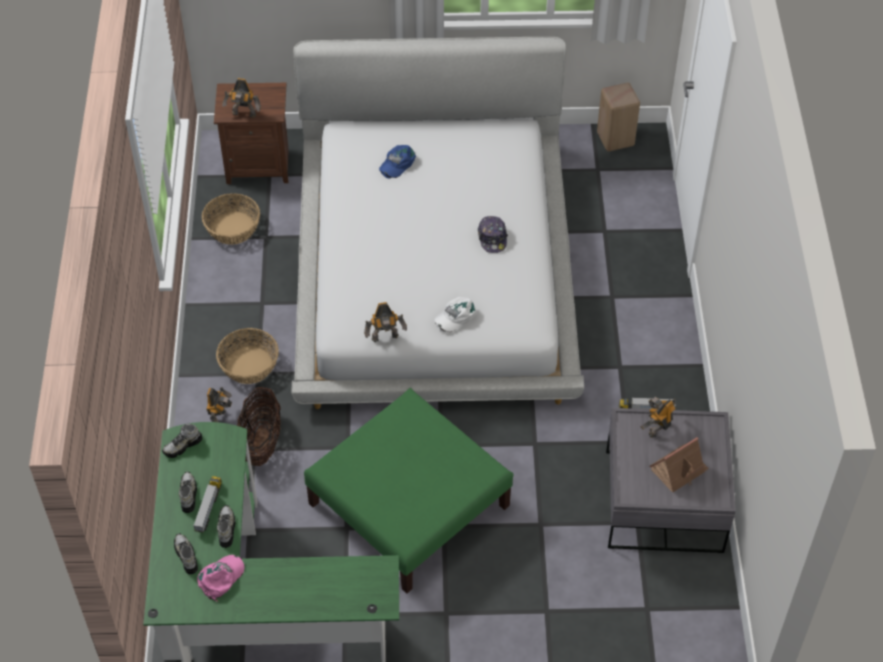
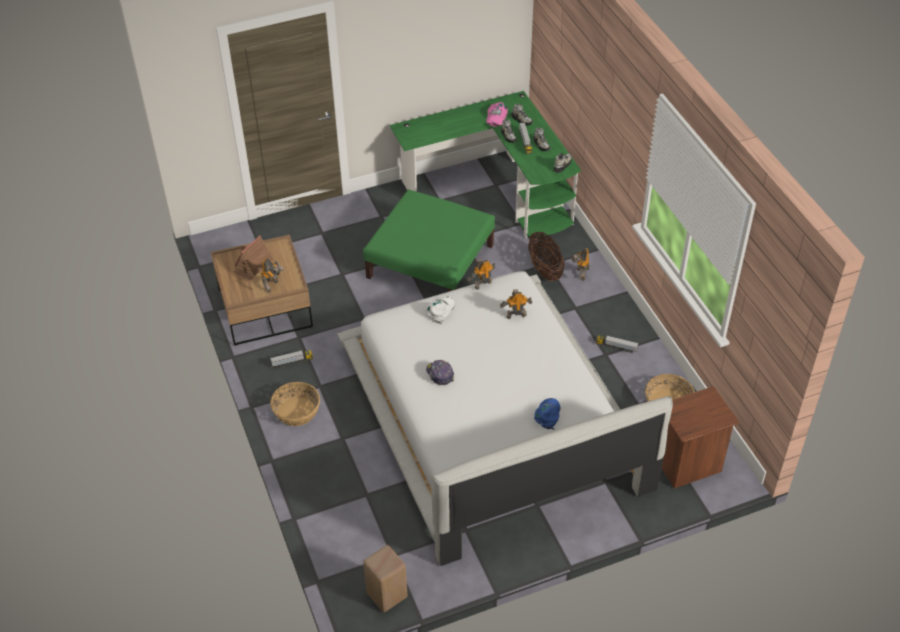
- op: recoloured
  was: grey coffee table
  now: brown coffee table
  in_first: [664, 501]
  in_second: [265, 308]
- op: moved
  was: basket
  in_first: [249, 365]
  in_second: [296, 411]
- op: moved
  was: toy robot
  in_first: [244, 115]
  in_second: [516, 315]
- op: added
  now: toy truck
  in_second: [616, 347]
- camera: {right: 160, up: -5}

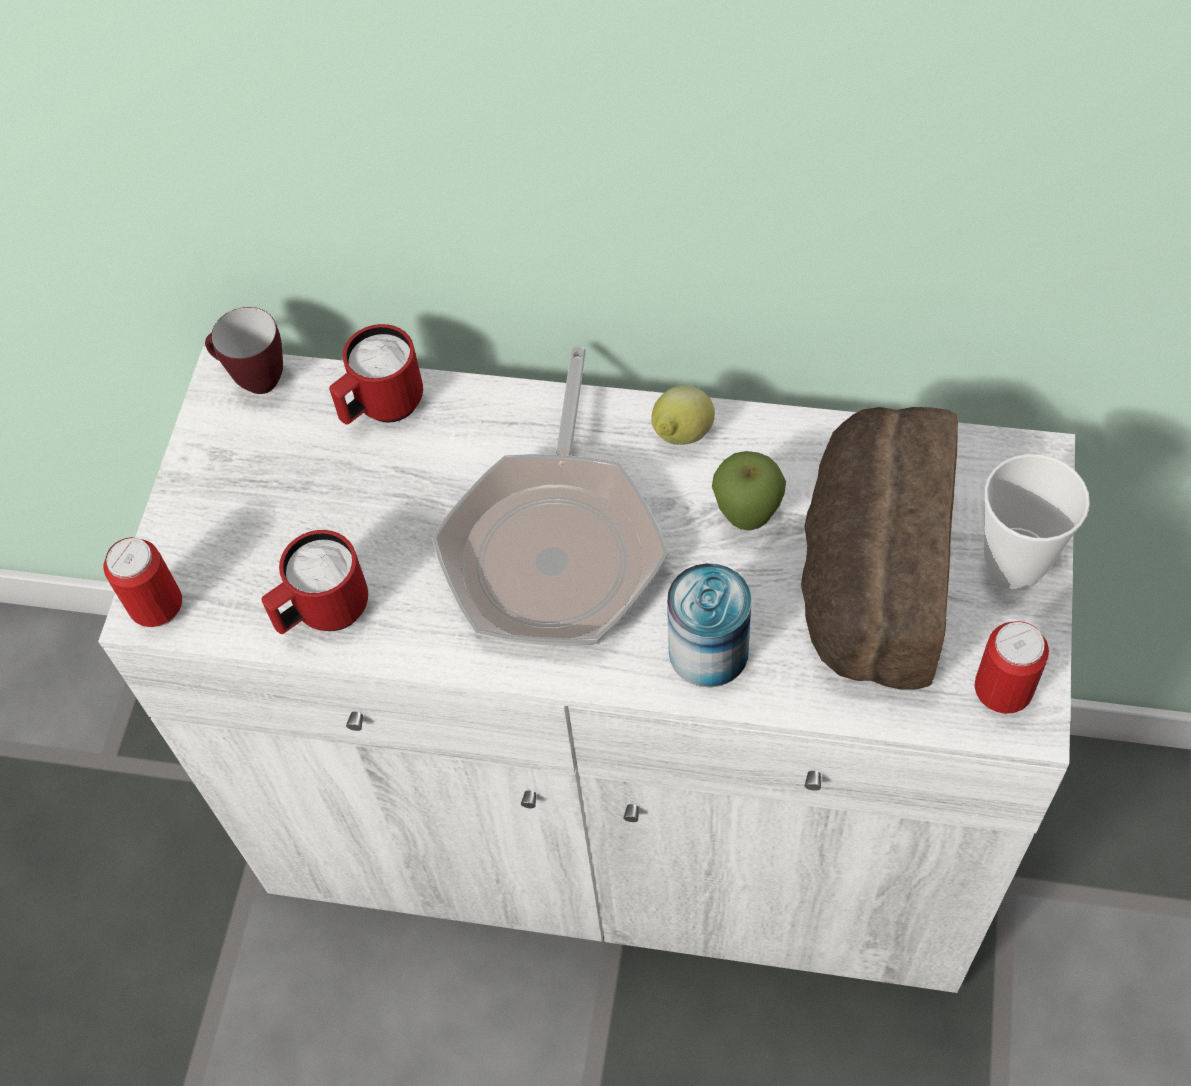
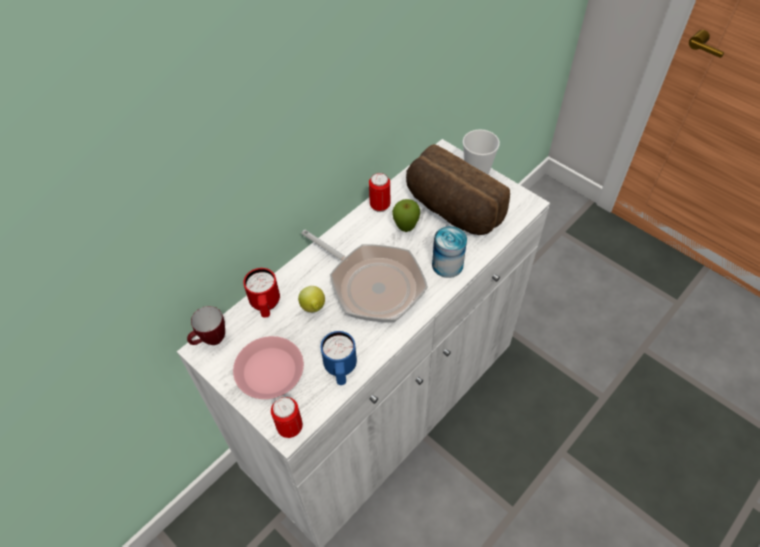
- op: added
  now: pink plate
  in_second: [269, 371]
- op: moved
  was: lemon
  in_first: [681, 437]
  in_second: [313, 308]
- op: recoloured
  was: red mug
  now: blue mug
  in_first: [323, 613]
  in_second: [340, 370]
- op: moved
  was: can
  in_first: [1002, 692]
  in_second: [380, 206]
- camera: {right: -60, up: -5}

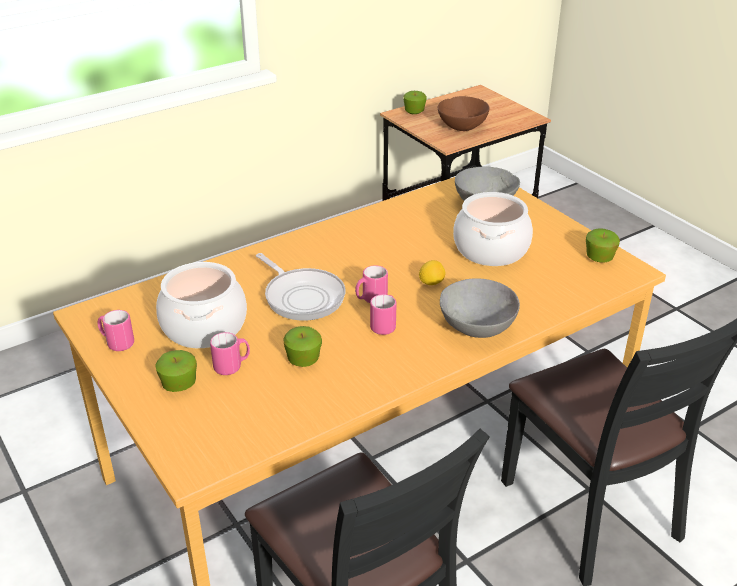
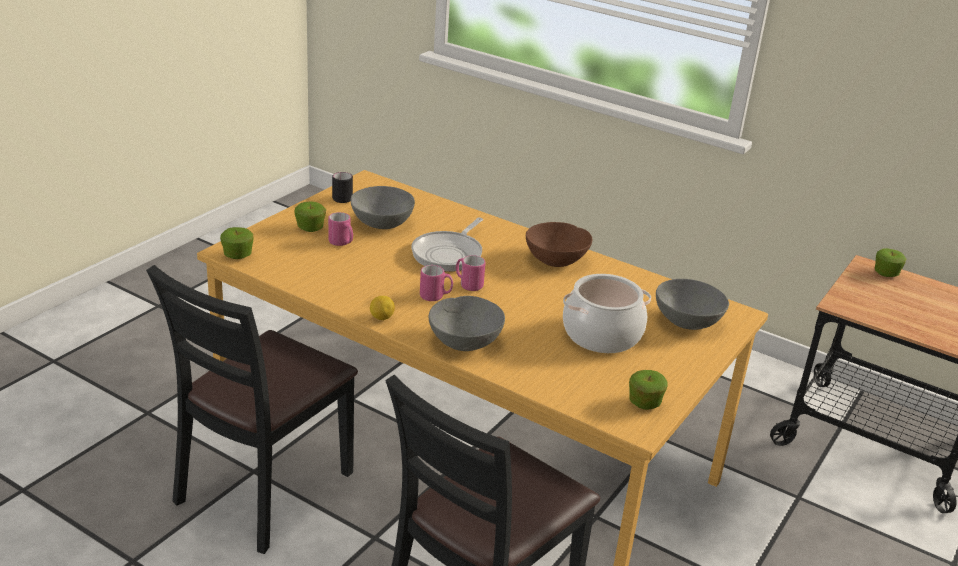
- op: moved
  was: apple
  in_first: [303, 360]
  in_second: [237, 255]
- op: recoloured
  was: pink mug
  now: black mug
  in_first: [117, 343]
  in_second: [342, 197]
- op: replaced
  was: cooking pot
  now: grey bowl
  in_first: [204, 327]
  in_second: [382, 223]
- op: moved
  was: lemon
  in_first: [431, 283]
  in_second: [381, 318]
- op: moved
  was: brown bowl
  in_first: [462, 126]
  in_second: [556, 260]
- camera: {right: 65, up: -5}

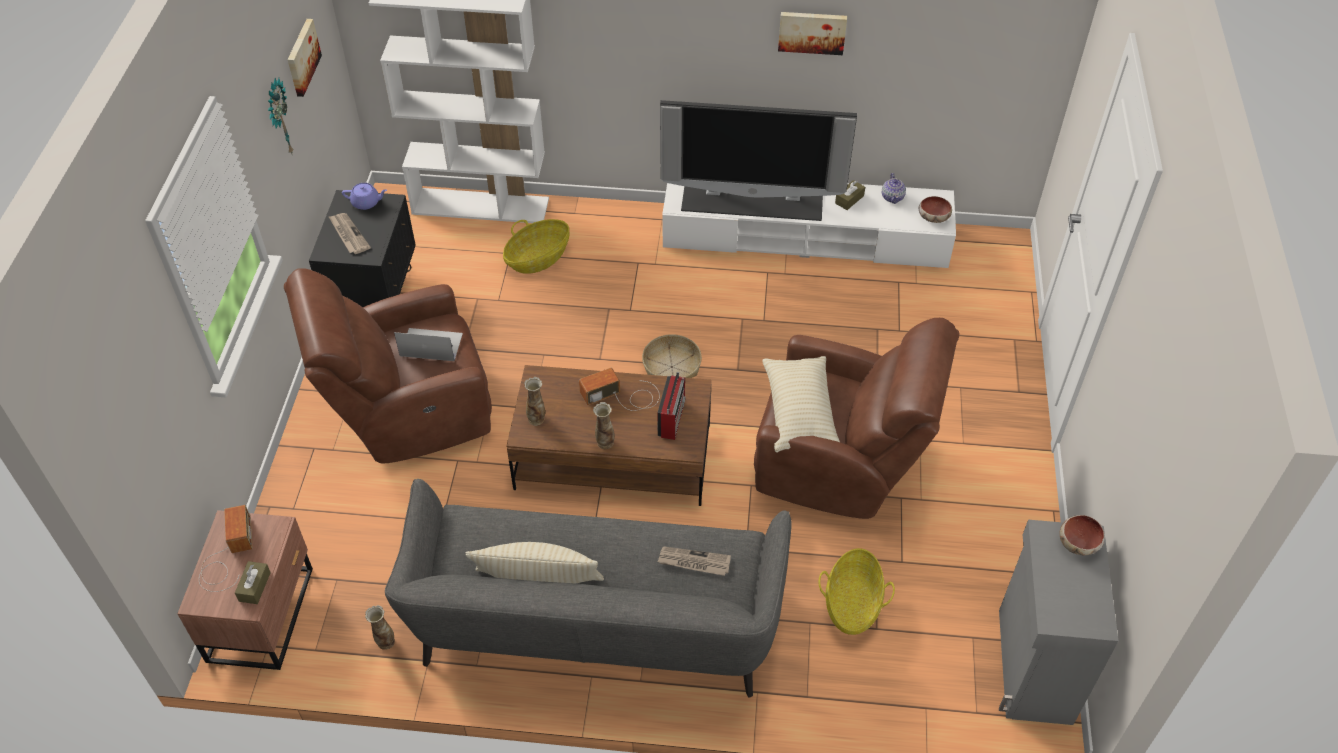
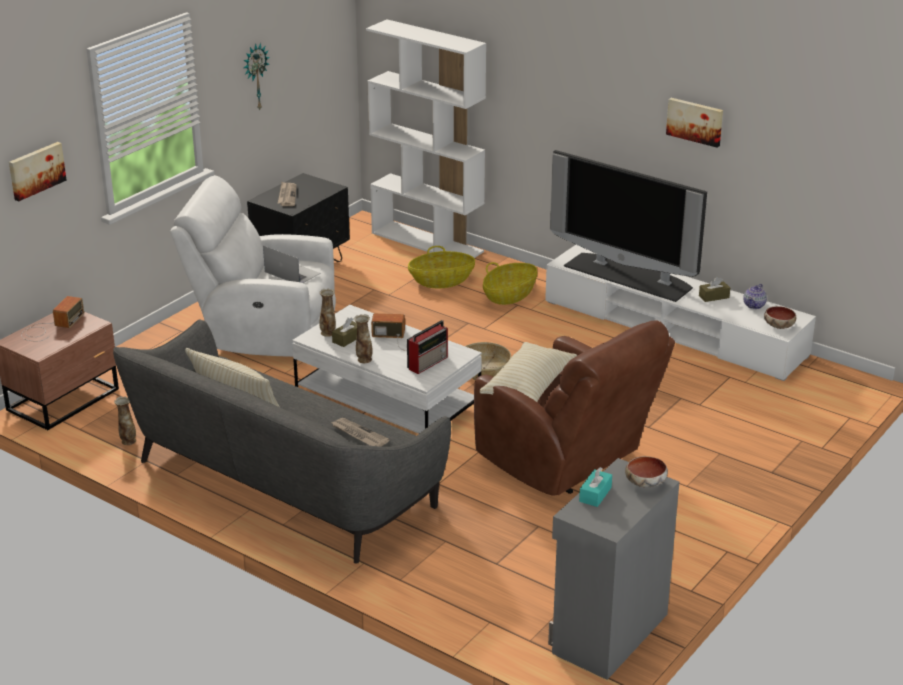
- op: moved
  was: picture
  in_first: [301, 57]
  in_second: [36, 170]
- op: recoloured
  was: brown armchair
  now: white armchair
  in_first: [407, 411]
  in_second: [263, 332]
- op: recoloured
  was: brown coffee table
  now: white coffee table
  in_first: [613, 457]
  in_second: [387, 402]
- op: moved
  was: brown tissue box
  in_first: [254, 586]
  in_second: [347, 339]
- op: moved
  was: basket
  in_first: [852, 604]
  in_second: [509, 295]
- op: added
  now: turquoise tissue box
  in_second: [595, 494]
- op: removed
  was: purple teapot
  in_first: [366, 203]
- camera: {right: 30, up: -20}

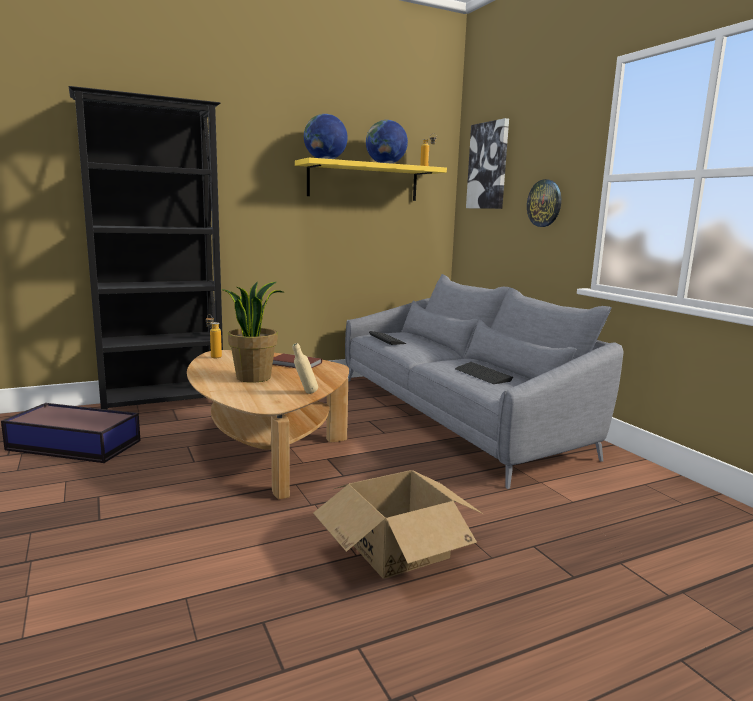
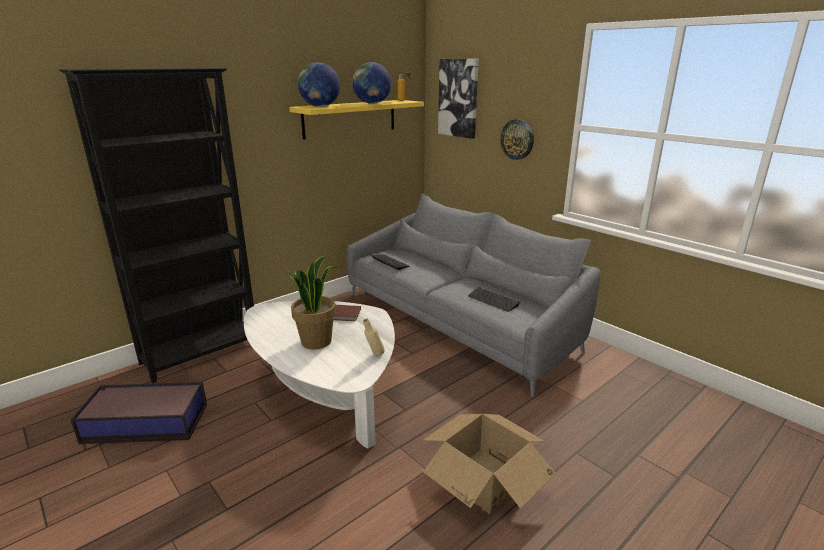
- op: recoloured
  was: brown coffee table
  now: white coffee table
  in_first: [265, 450]
  in_second: [326, 394]
- op: removed
  was: bottle
  in_first: [213, 356]
- camera: {right: -15, up: 10}

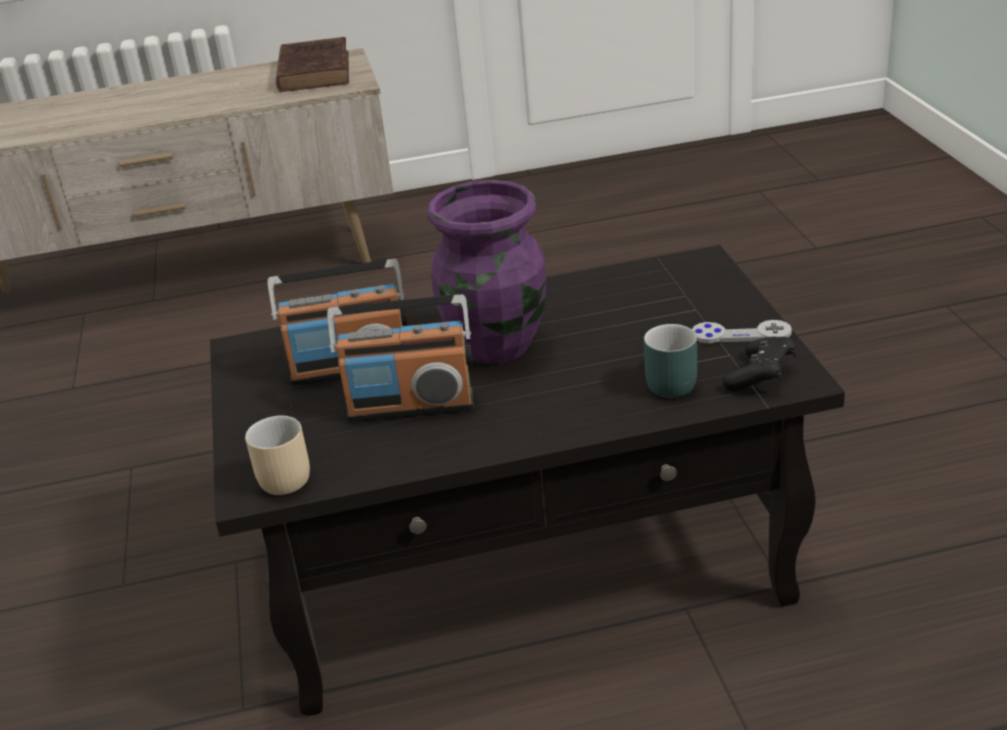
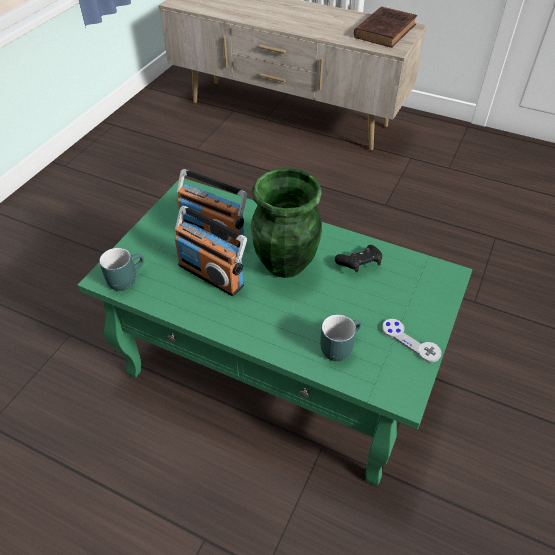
- op: recoloured
  was: black coffee table
  now: green coffee table
  in_first: [528, 564]
  in_second: [279, 367]
- op: recoloured
  was: beige mug
  now: turquoise mug
  in_first: [284, 474]
  in_second: [125, 277]
- op: recoloured
  was: purple vase
  now: green vase
  in_first: [497, 347]
  in_second: [285, 264]
- op: moved
  was: black game controller
  in_first: [761, 376]
  in_second: [359, 264]
- camera: {right: 35, up: 15}

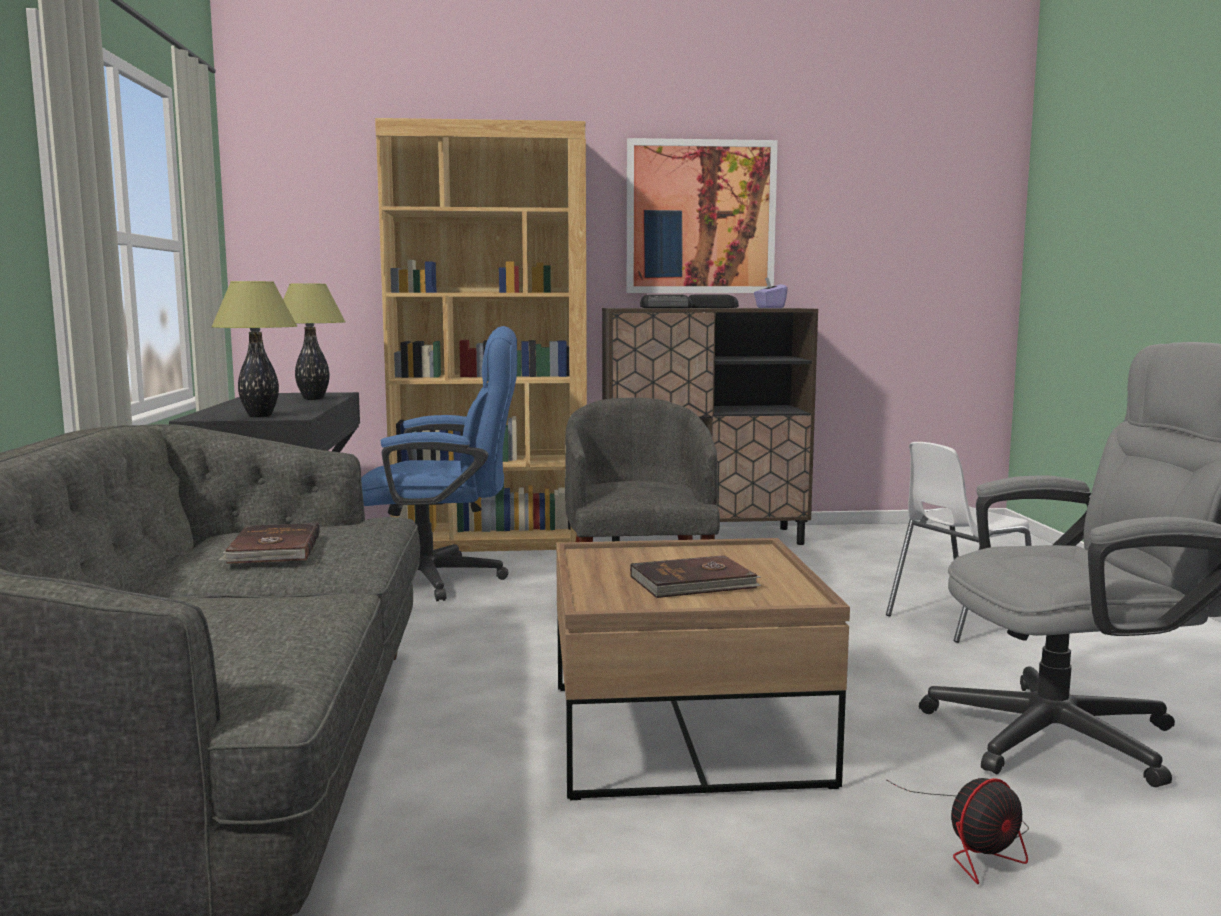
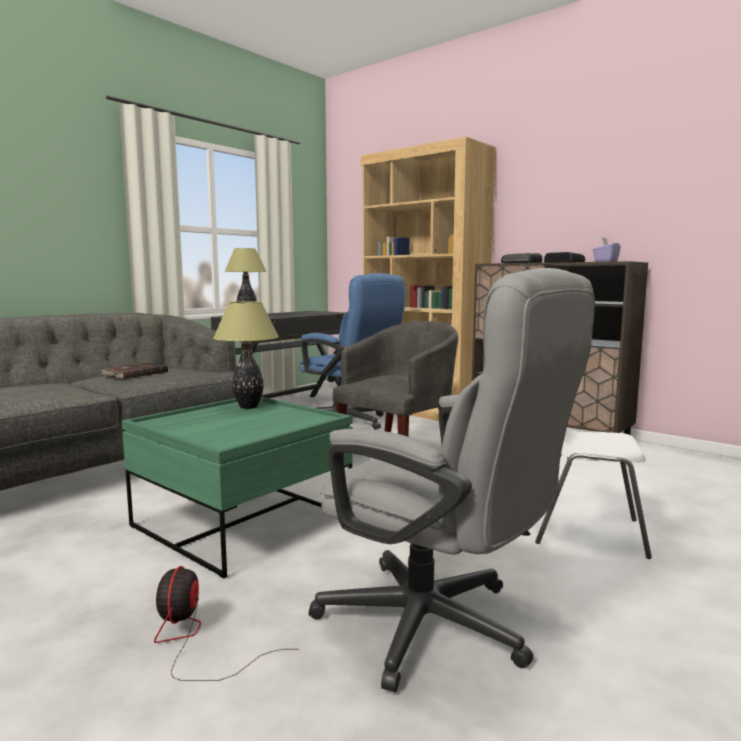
- op: recoloured
  was: brown coffee table
  now: green coffee table
  in_first: [683, 733]
  in_second: [242, 522]
- op: turned
  was: fan
  in_first: [978, 843]
  in_second: [194, 641]
  clockwise: 75
- op: moved
  was: table lamp
  in_first: [313, 399]
  in_second: [248, 407]
- op: removed
  was: picture
  in_first: [700, 217]
- op: removed
  was: brown book
  in_first: [694, 583]
- camera: {right: 45, up: 0}

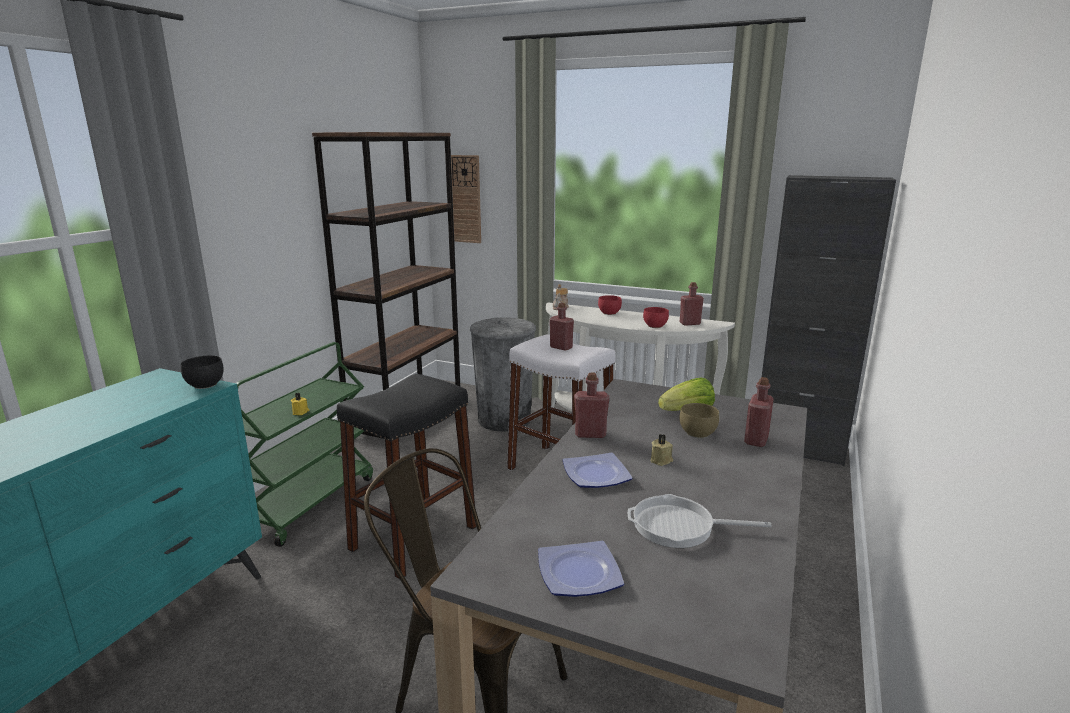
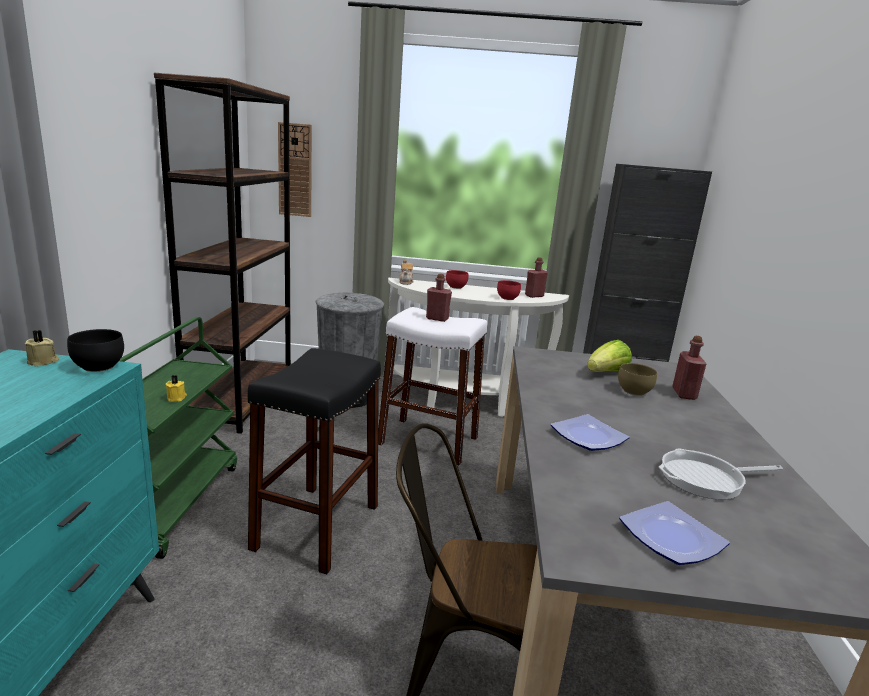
- op: moved
  was: beige candle
  in_first: [661, 460]
  in_second: [43, 362]
- op: removed
  was: red bottle
  in_first: [590, 434]
- camera: {right: -20, up: 0}

